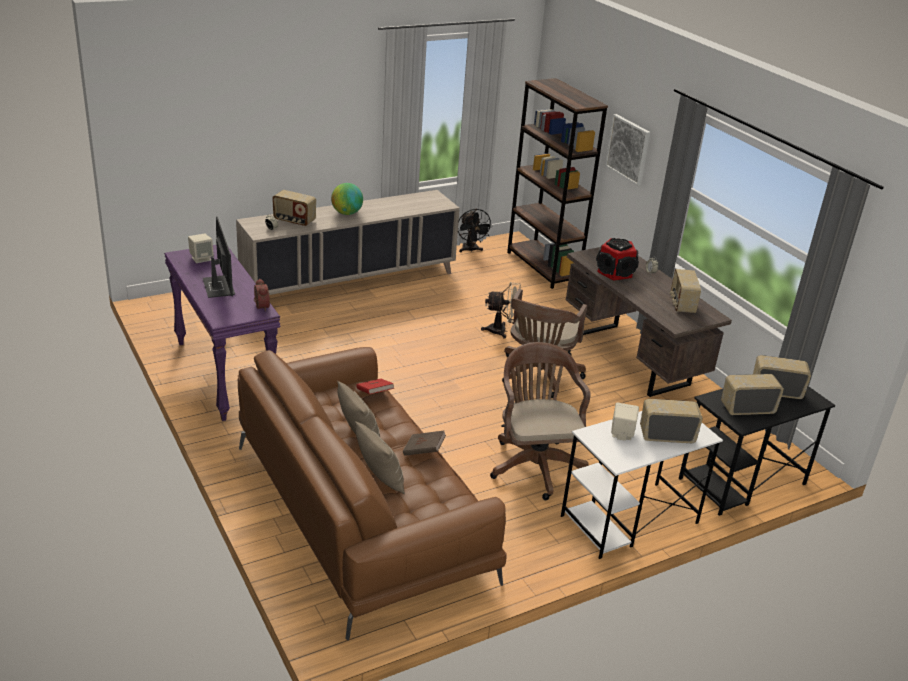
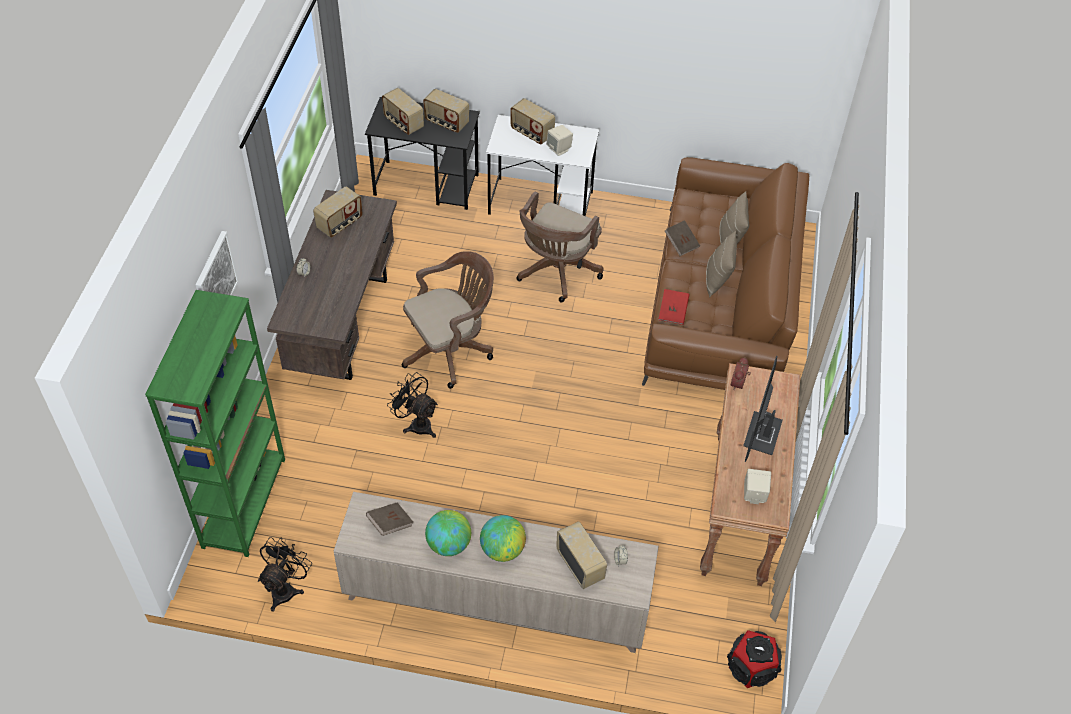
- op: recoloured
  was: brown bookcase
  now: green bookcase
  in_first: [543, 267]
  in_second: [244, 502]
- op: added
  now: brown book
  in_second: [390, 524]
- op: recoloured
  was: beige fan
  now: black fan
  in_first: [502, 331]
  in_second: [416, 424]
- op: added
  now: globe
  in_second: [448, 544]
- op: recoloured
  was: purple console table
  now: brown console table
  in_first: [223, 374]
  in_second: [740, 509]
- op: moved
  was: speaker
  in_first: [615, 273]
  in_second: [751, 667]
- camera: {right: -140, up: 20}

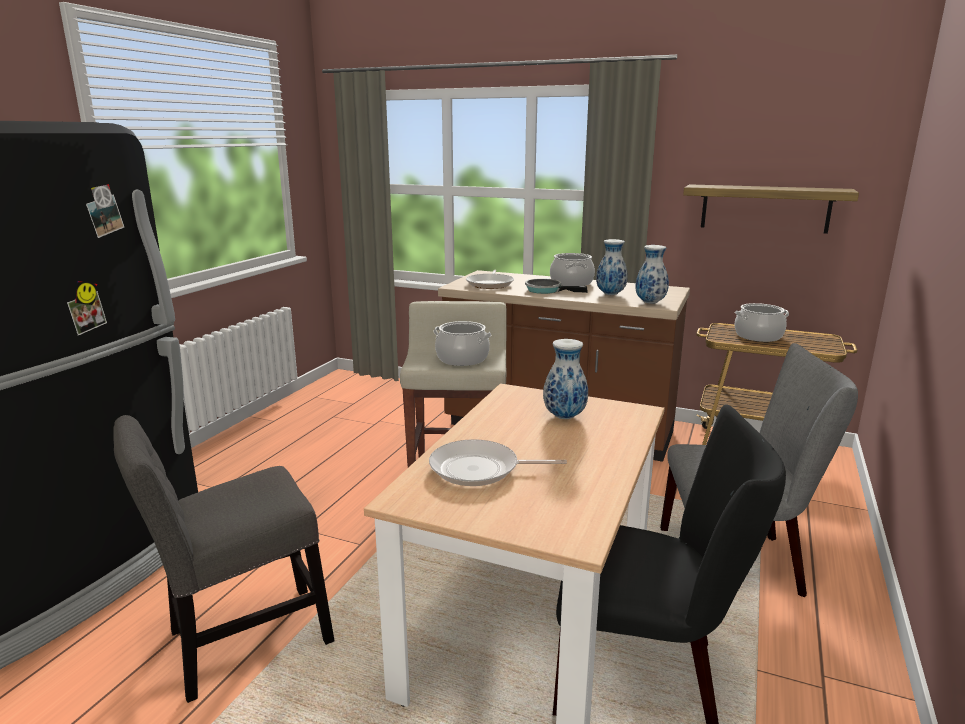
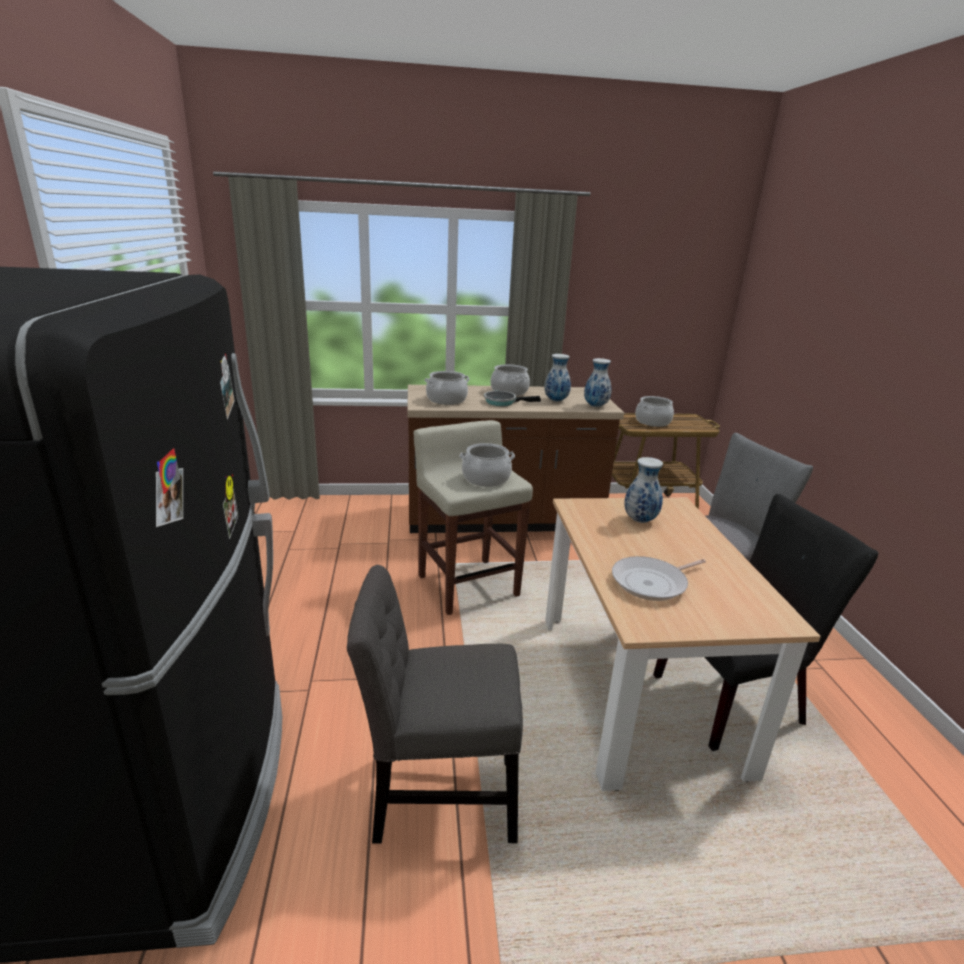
- op: turned
  was: grey chair
  in_first: [241, 641]
  in_second: [437, 795]
  clockwise: 60
- op: replaced
  was: frying pan
  now: cooking pot
  in_first: [490, 284]
  in_second: [446, 400]
- op: removed
  was: shelf
  in_first: [765, 208]
- camera: {right: -30, up: 5}

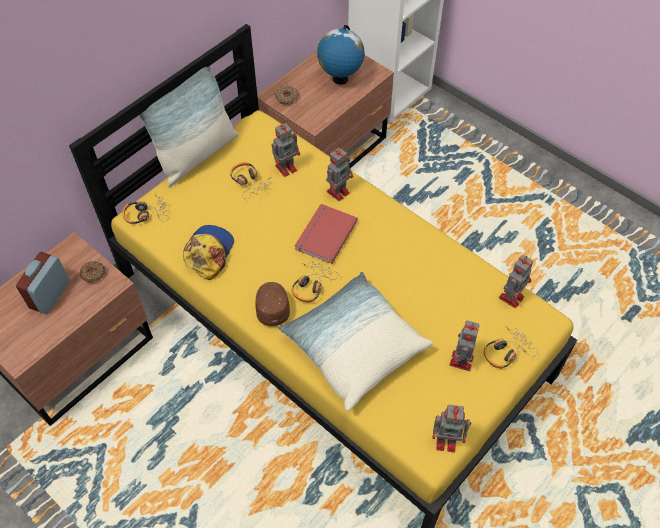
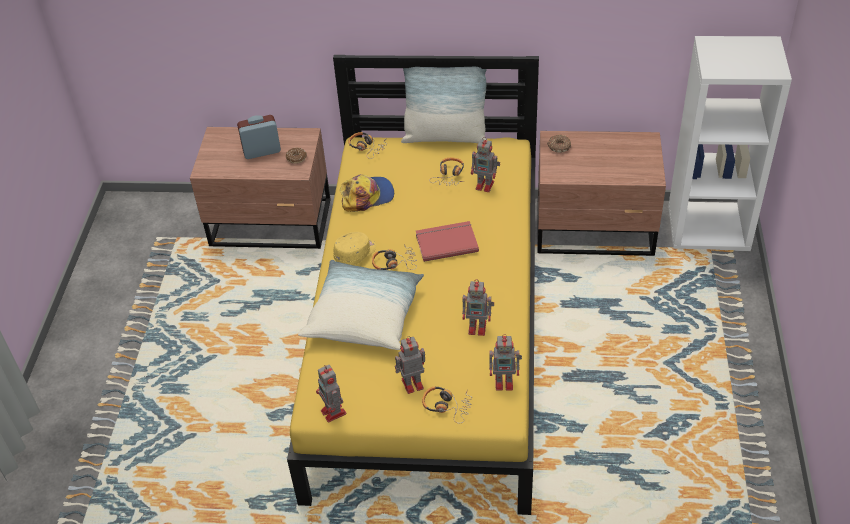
- op: recoloured
  was: brown cap
  now: yellow cap
  in_first: [272, 306]
  in_second: [356, 254]
- op: moved
  was: toy robot
  in_first: [338, 191]
  in_second: [478, 327]
- op: removed
  was: globe
  in_first: [340, 79]
- camera: {right: 55, up: -10}

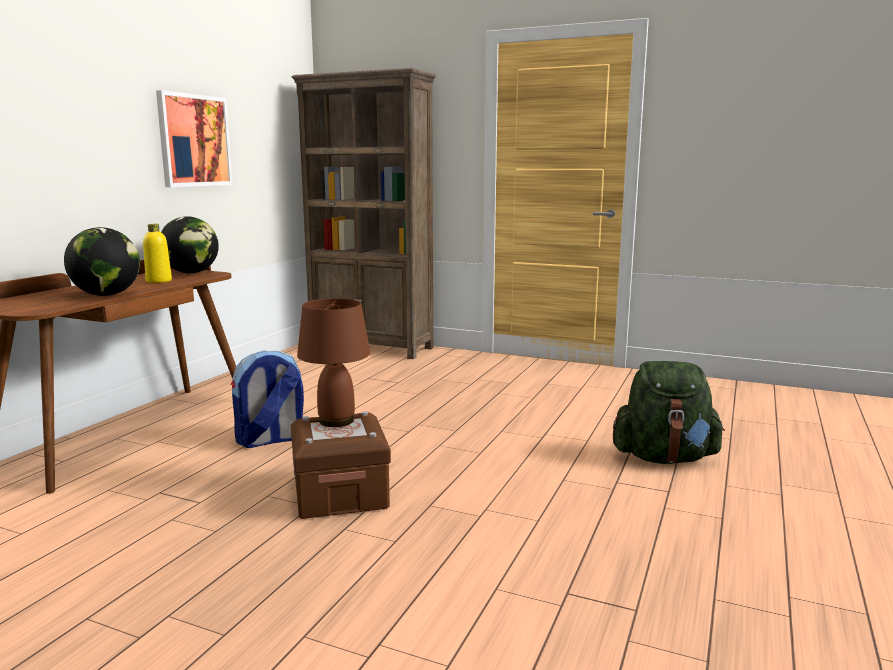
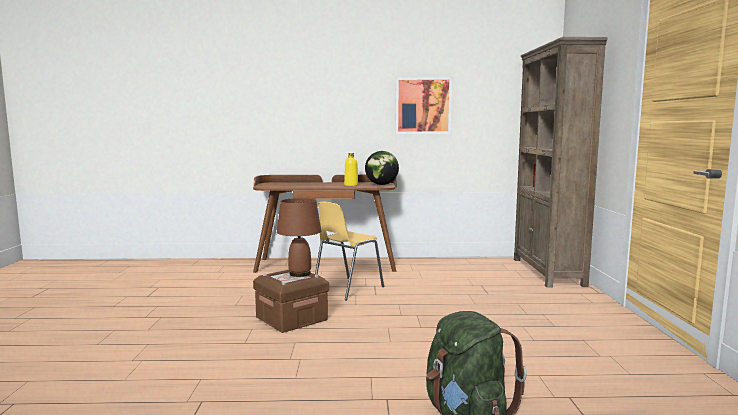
- op: replaced
  was: backpack
  now: yellow chair
  in_first: [270, 440]
  in_second: [347, 289]
- op: removed
  was: globe
  in_first: [106, 295]
- camera: {right: 65, up: -5}

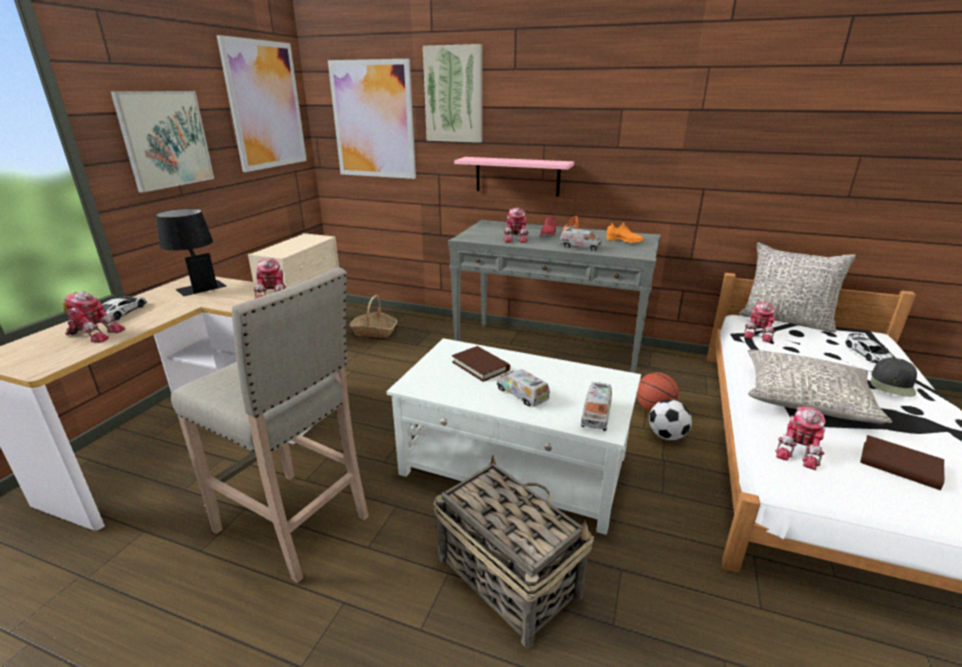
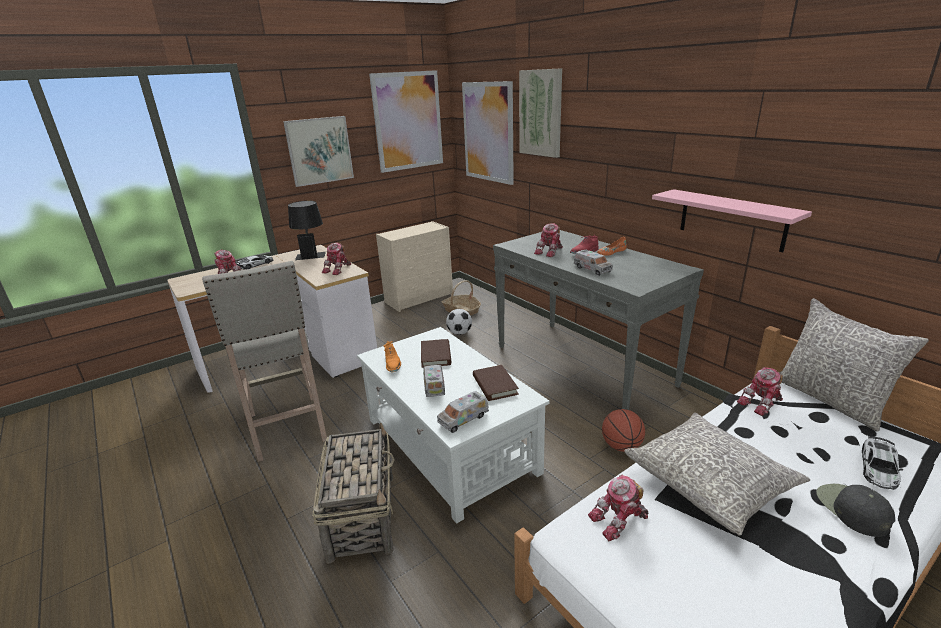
- op: moved
  was: orange shoe
  in_first: [624, 241]
  in_second: [392, 364]
- op: moved
  was: football
  in_first: [666, 436]
  in_second: [459, 333]
- op: moved
  was: brown book
  in_first: [899, 465]
  in_second: [495, 385]
- op: moved
  was: pink shelf
  in_first: [517, 176]
  in_second: [731, 219]
- op: turned
  was: black cap
  in_first: [892, 384]
  in_second: [851, 509]
  clockwise: 105
- camera: {right: 35, up: 0}

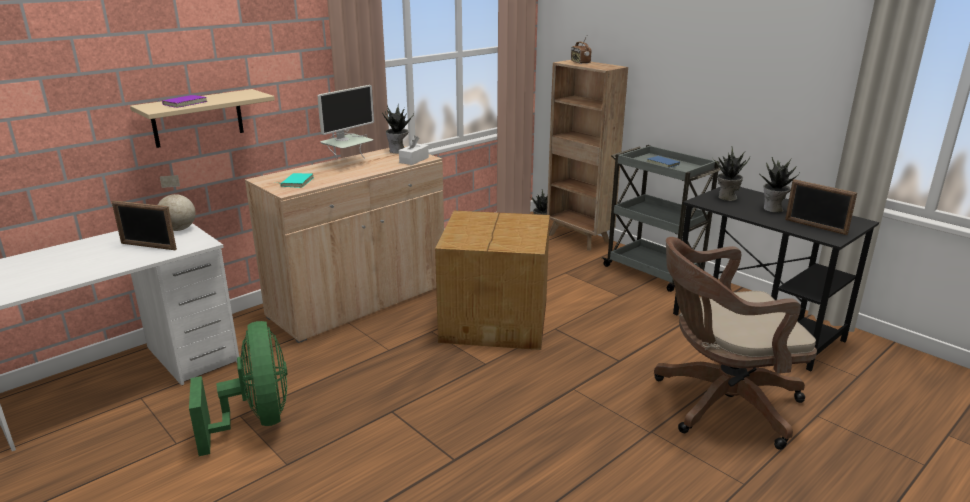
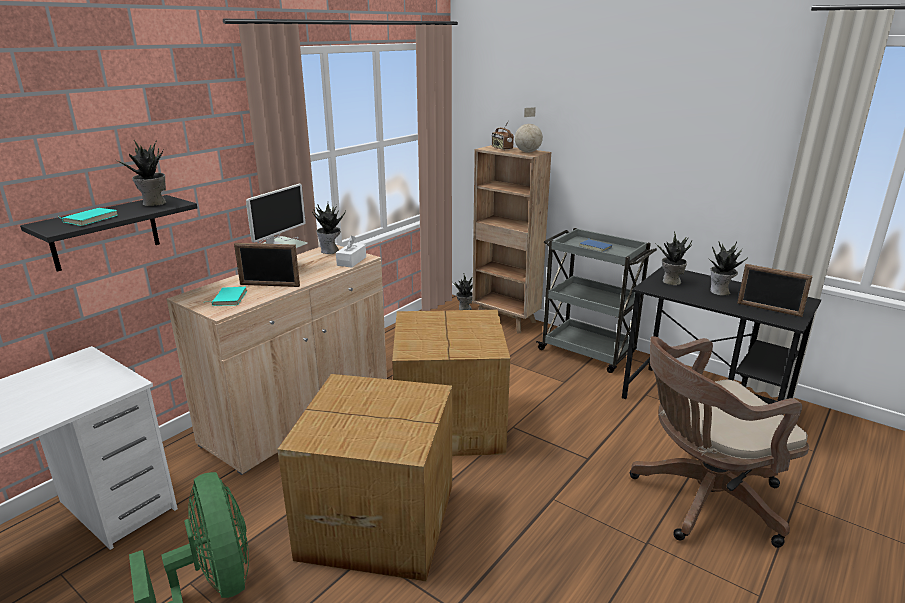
- op: recoloured
  was: beige shelf
  now: black shelf
  in_first: [197, 118]
  in_second: [105, 233]
- op: recoloured
  was: purple book
  now: turquoise book
  in_first: [184, 103]
  in_second: [90, 219]
- op: added
  now: potted plant
  in_second: [153, 203]
- op: moved
  was: picture frame
  in_first: [148, 246]
  in_second: [269, 285]
- op: added
  now: cardboard box
  in_second: [377, 519]
- op: moved
  was: globe
  in_first: [179, 229]
  in_second: [528, 152]
- camera: {right: -10, up: 0}

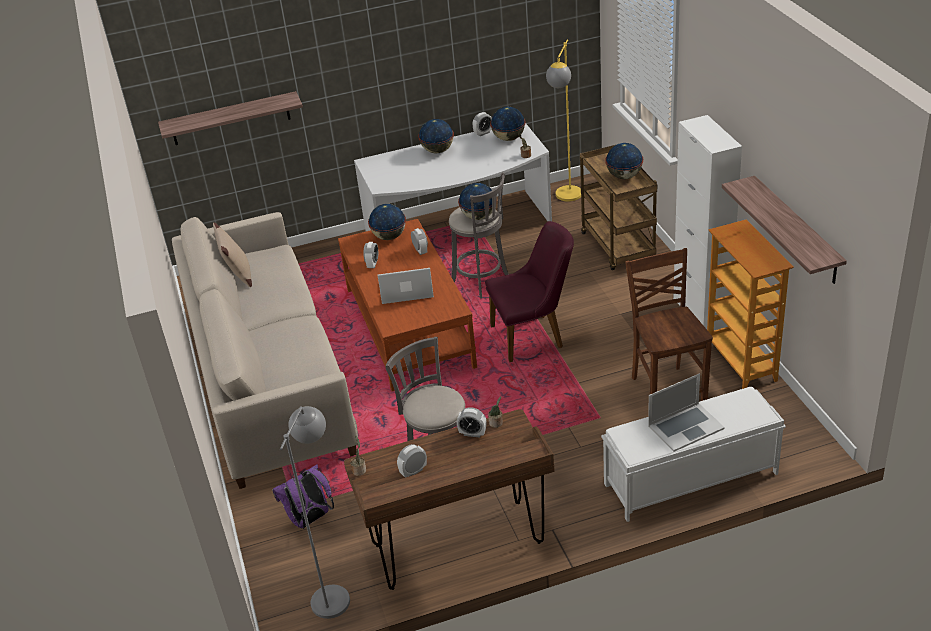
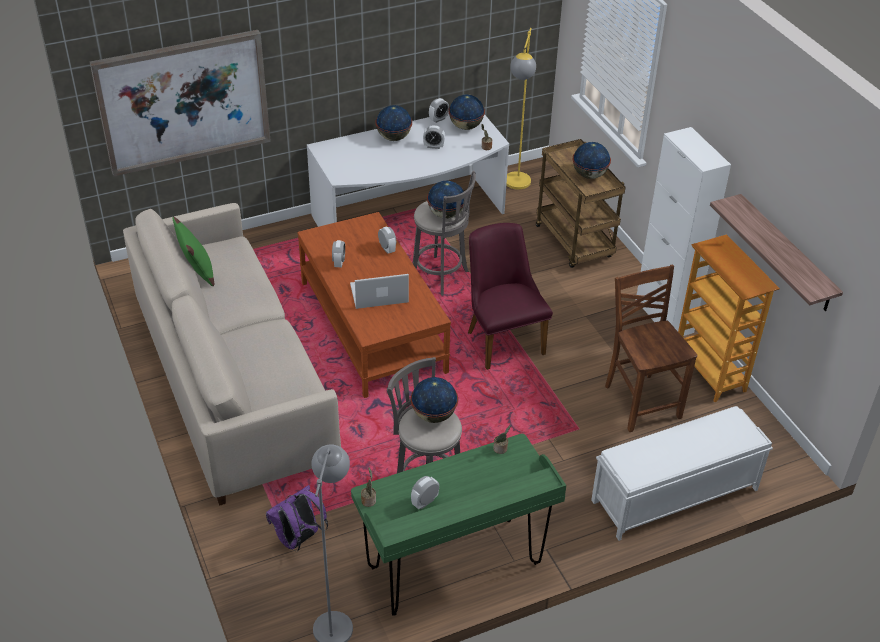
- op: replaced
  was: shelf
  now: picture
  in_first: [230, 119]
  in_second: [183, 101]
- op: recoloured
  was: beige pillow
  now: green pillow
  in_first: [238, 276]
  in_second: [198, 273]
- op: recoloured
  was: brown desk
  now: green desk
  in_first: [458, 545]
  in_second: [454, 567]
- op: moved
  was: globe
  in_first: [389, 237]
  in_second: [434, 415]
- op: moved
  was: alarm clock
  in_first: [472, 433]
  in_second: [433, 146]
- op: turned
  was: purple chair
  in_first: [534, 336]
  in_second: [501, 338]
  clockwise: -90
- op: removed
  was: laptop
  in_first: [685, 427]
- camera: {right: -10, up: 5}

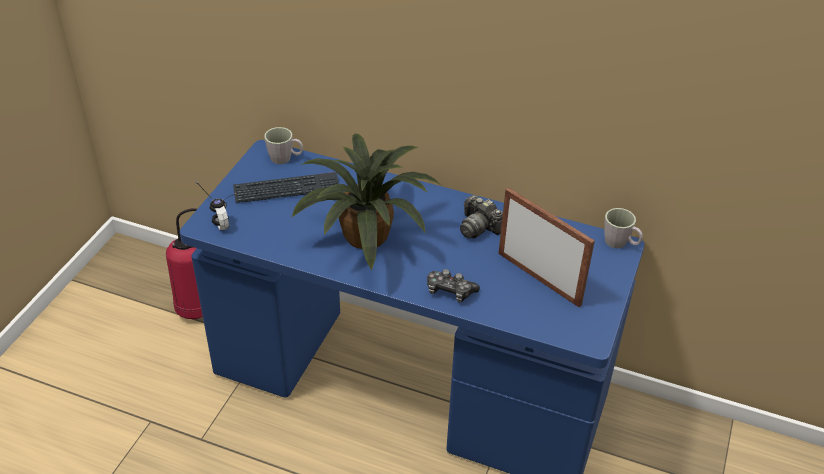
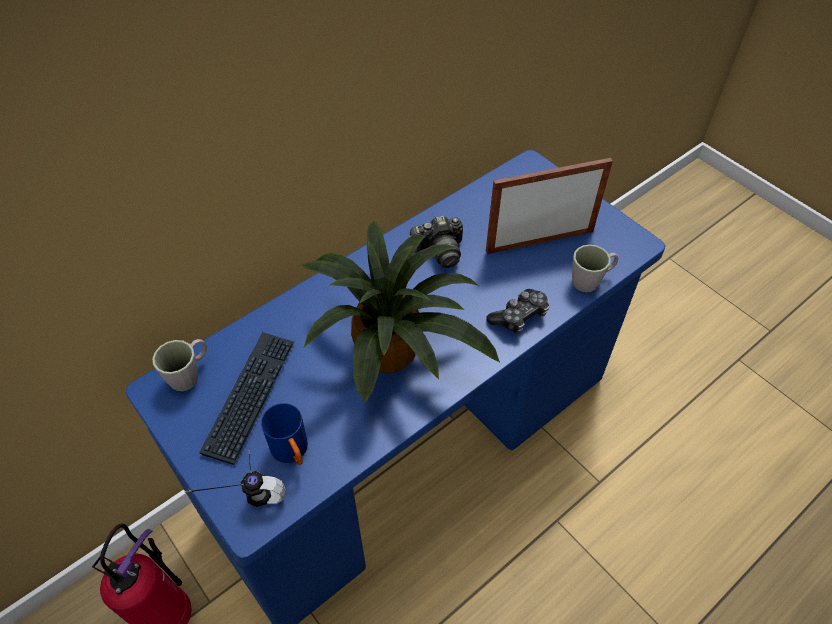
- op: added
  now: blue mug
  in_second: [292, 452]
- op: moved
  was: grey mug
  in_first: [620, 243]
  in_second: [591, 280]
- camera: {right: -60, up: 10}

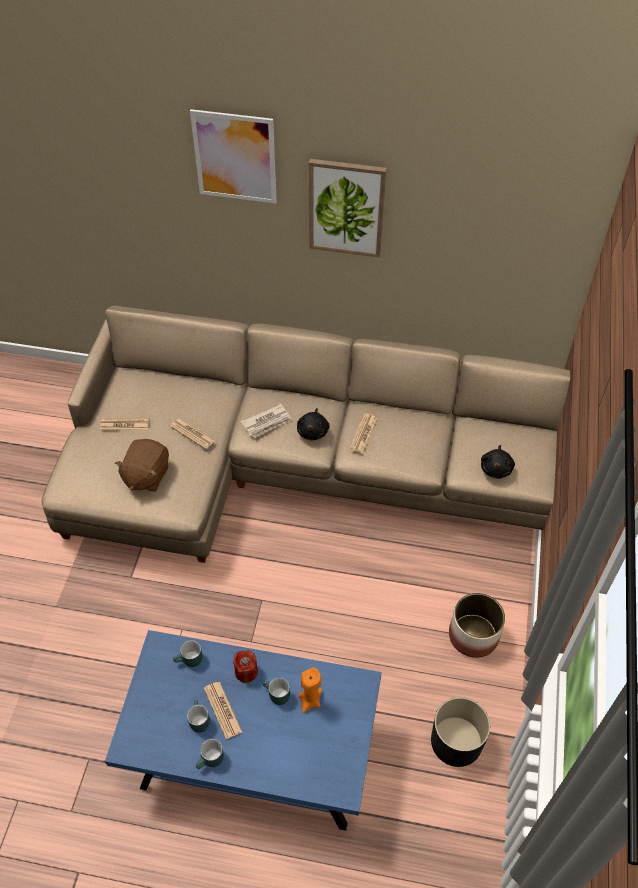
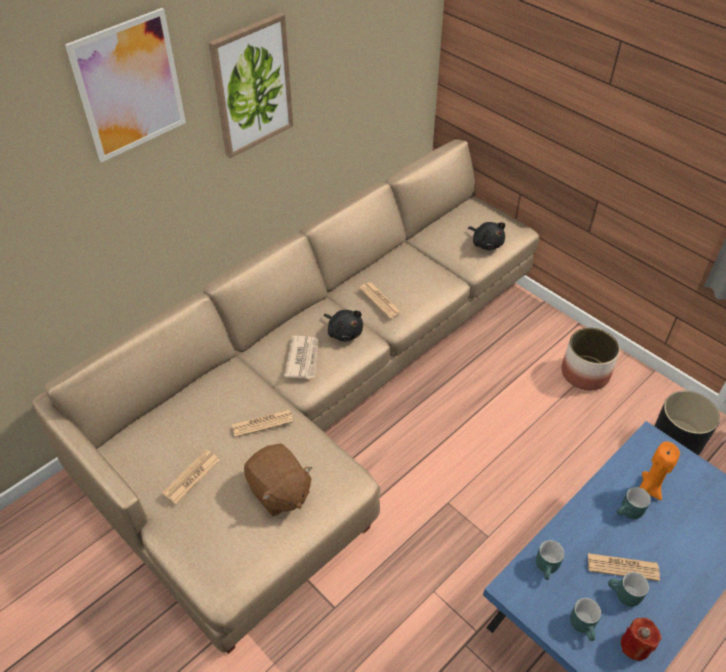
- op: moved
  was: turquoise mug
  in_first: [211, 761]
  in_second: [585, 626]
- op: moved
  was: red candle
  in_first: [246, 672]
  in_second: [635, 646]
- camera: {right: -55, up: -5}

